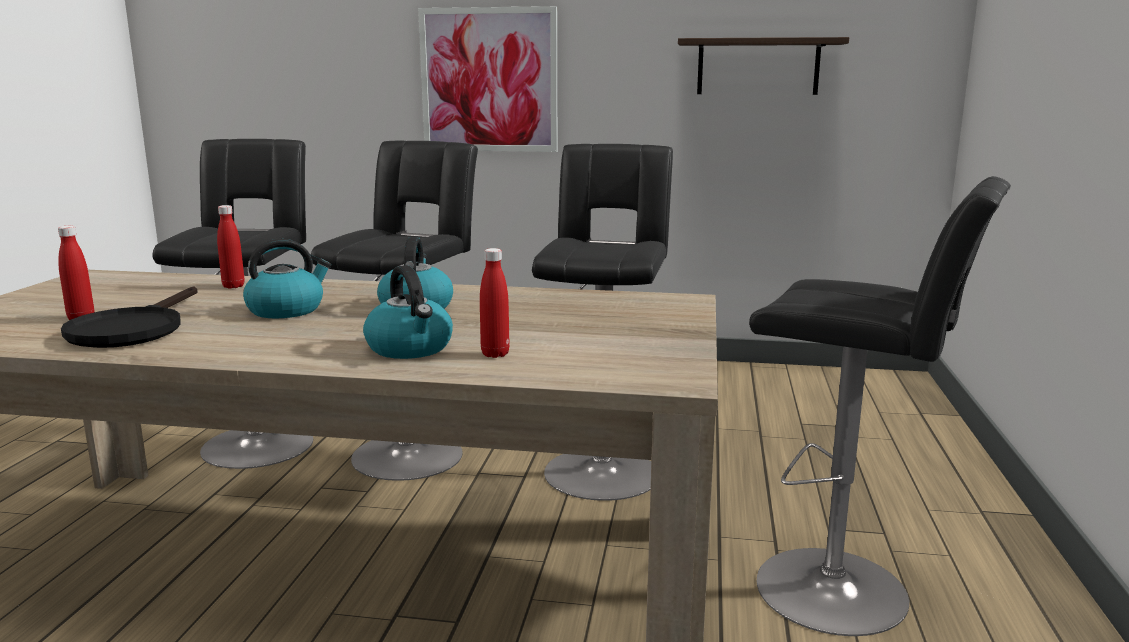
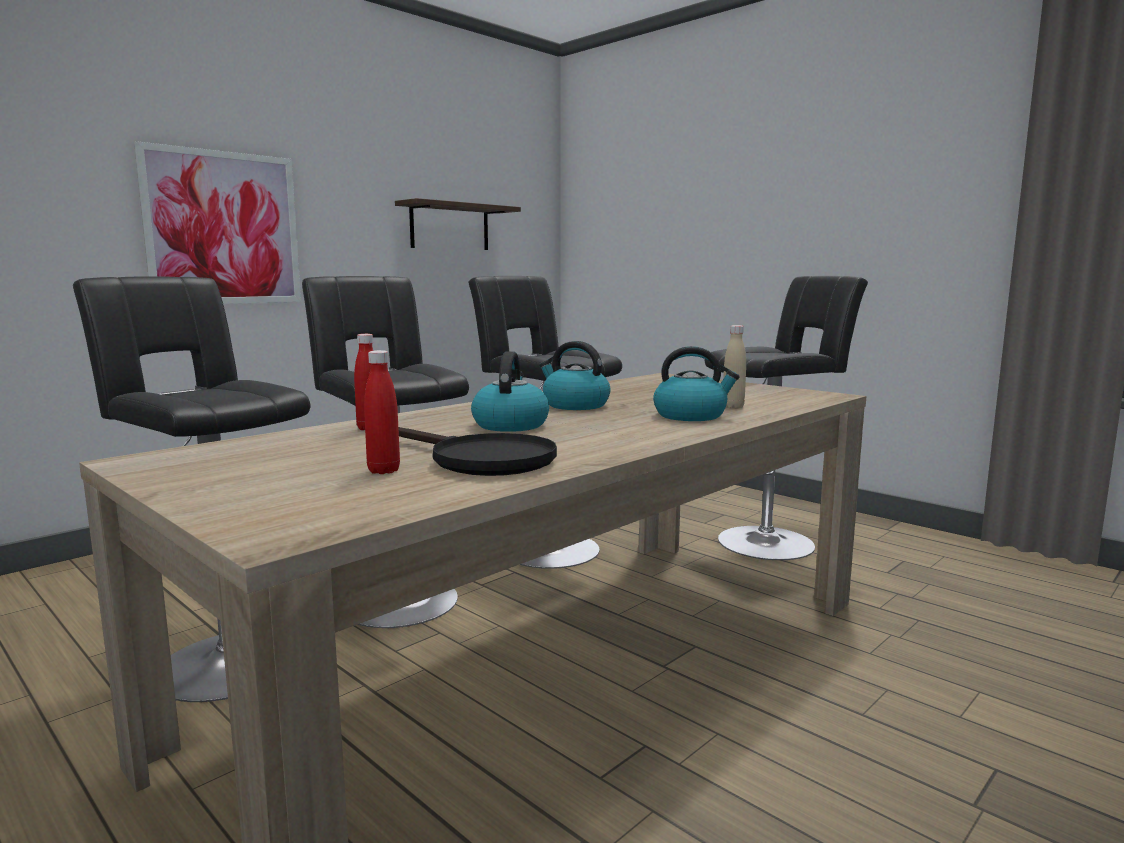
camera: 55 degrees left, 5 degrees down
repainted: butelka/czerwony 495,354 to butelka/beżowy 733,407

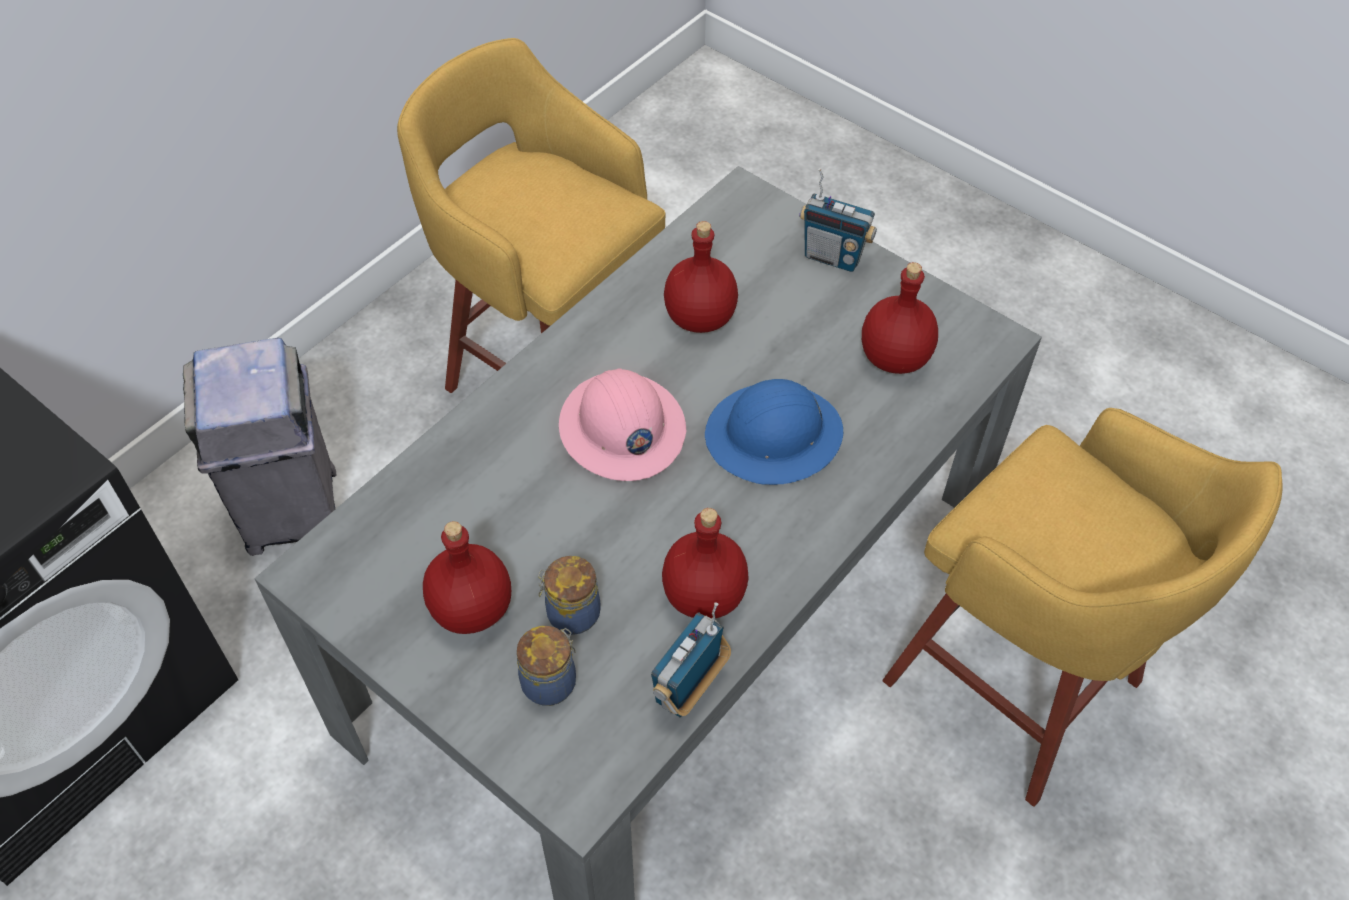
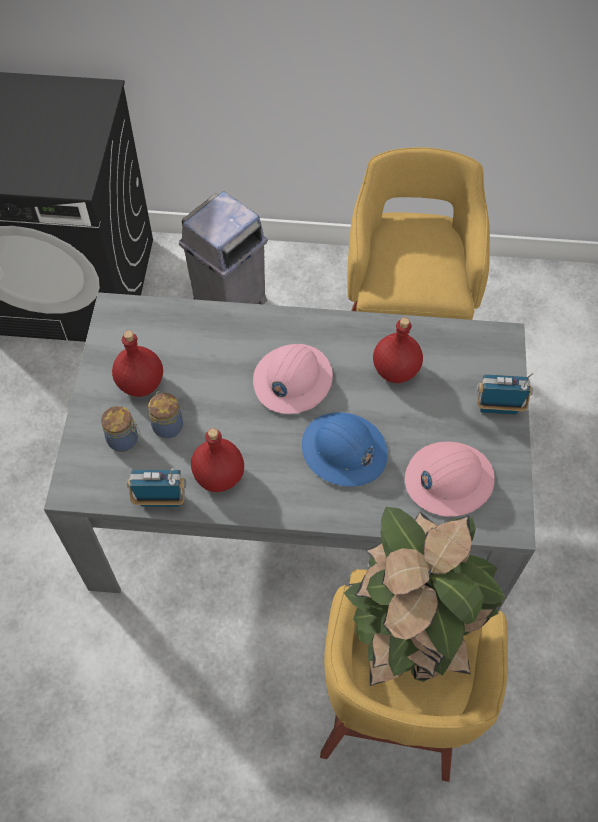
camera: 55 degrees right, 5 degrees up
new: roślina doniczkowa 409,632
swapped: butelka/czerwony 894,358 to kask/różowy 448,479
rotated: radio 833,256 = 497,408 105 degrees clockwise

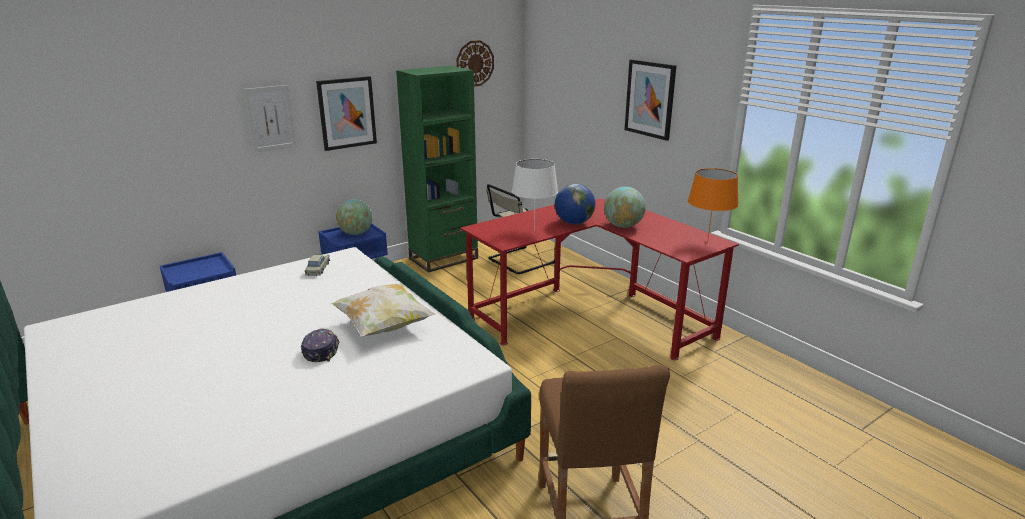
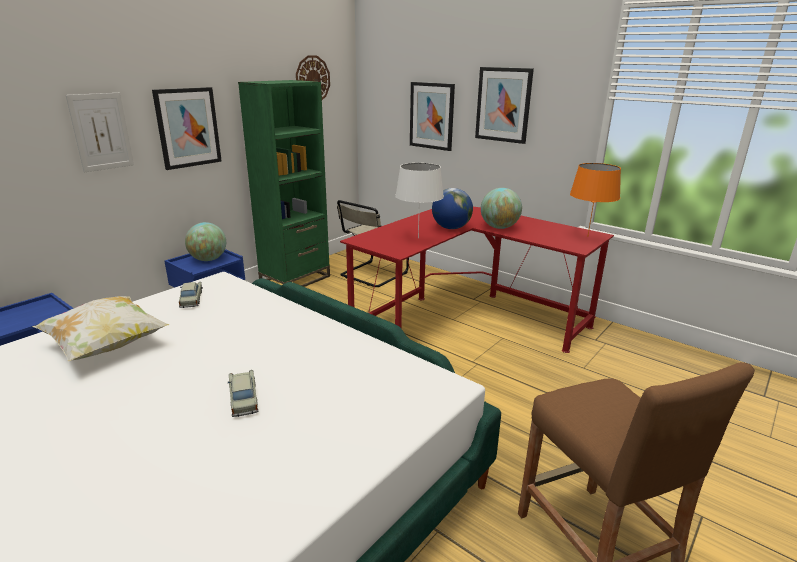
camera: 15 degrees left, 0 degrees up
new: obraz 432,116
shifted: poduszka 384,326 to 107,346
swapped: czapka z daszkiem 321,351 to samochodzik/beżowy 243,399

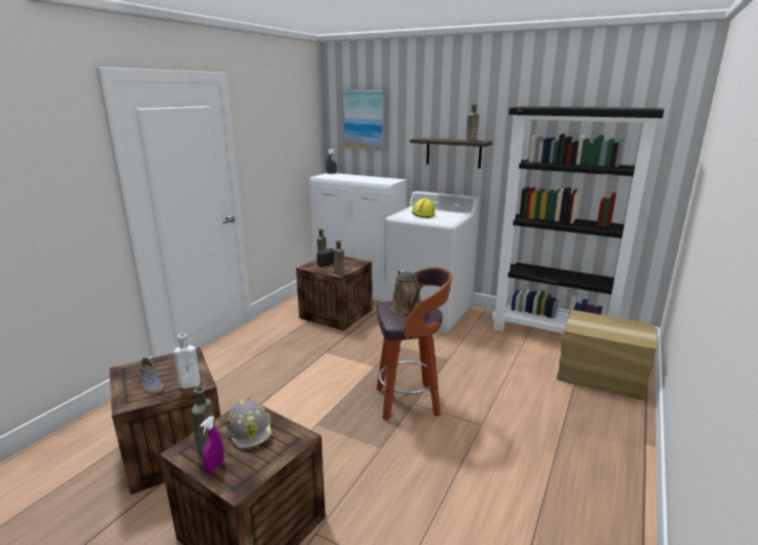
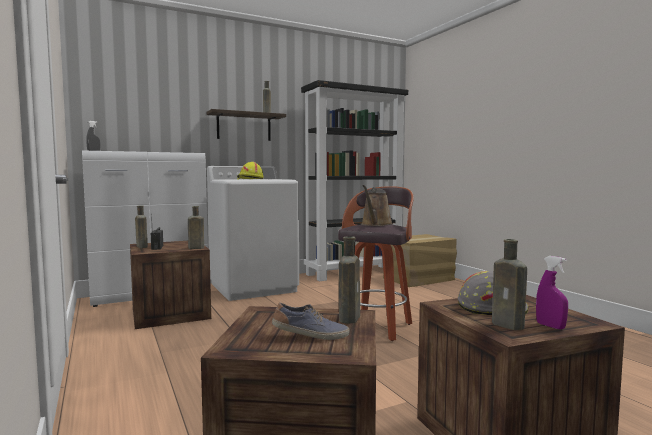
camera: 55 degrees left, 15 degrees down
gone: obraz 364,120
repainted: butelka/biały 191,384 to butelka/brązowy 349,318
rotated: konewka/brązowy 407,309 = 375,224 90 degrees clockwise

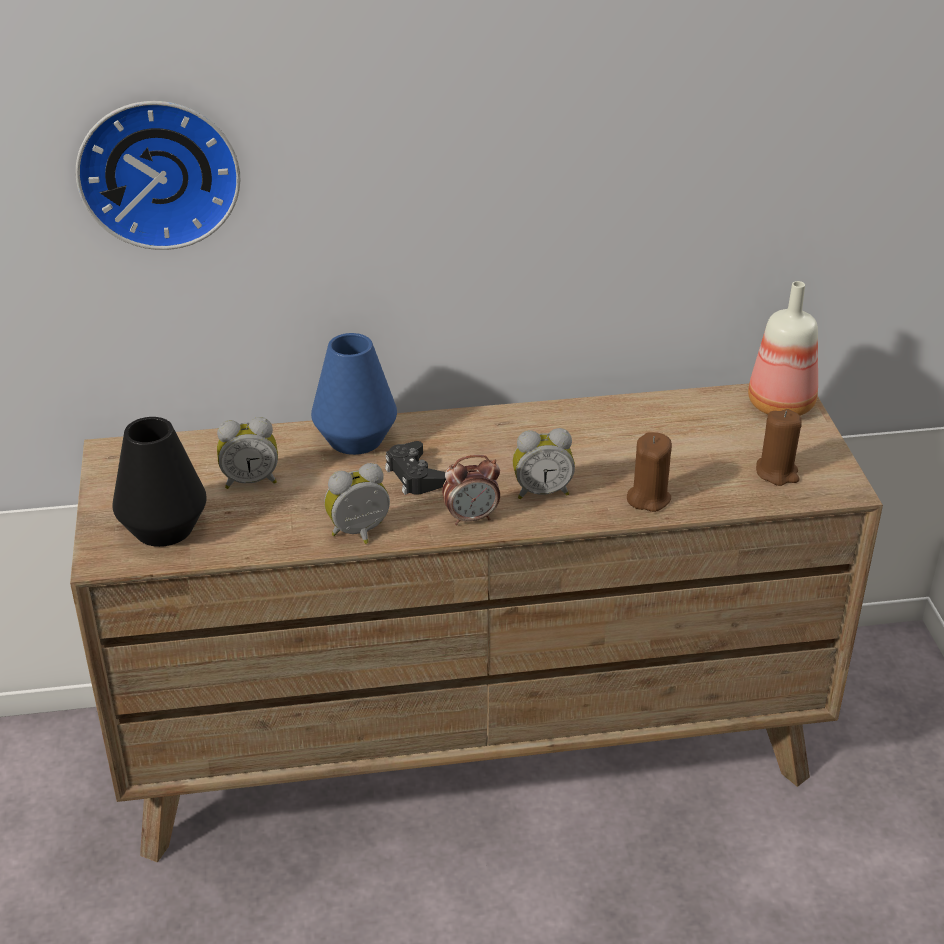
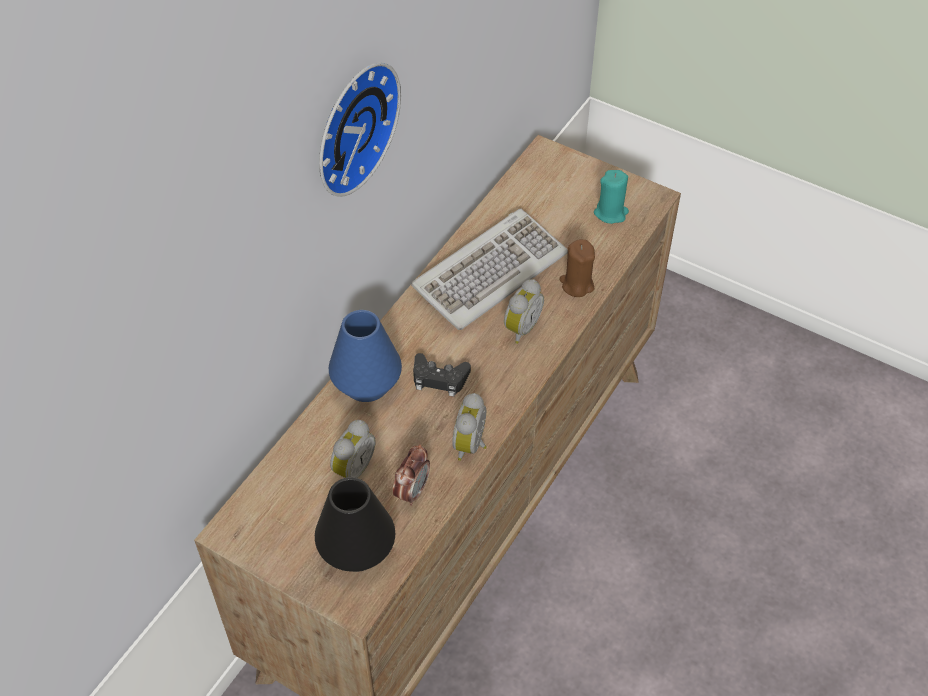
camera: 50 degrees left, 15 degrees up
gone: butelka 779,404
new: klawiatura 489,271
shifted: zegar ścienny 159,171 to 351,126; budzik 471,518 to 412,491
repainted: świeca/brązowy 777,472 to świeca/turkusowy 611,213

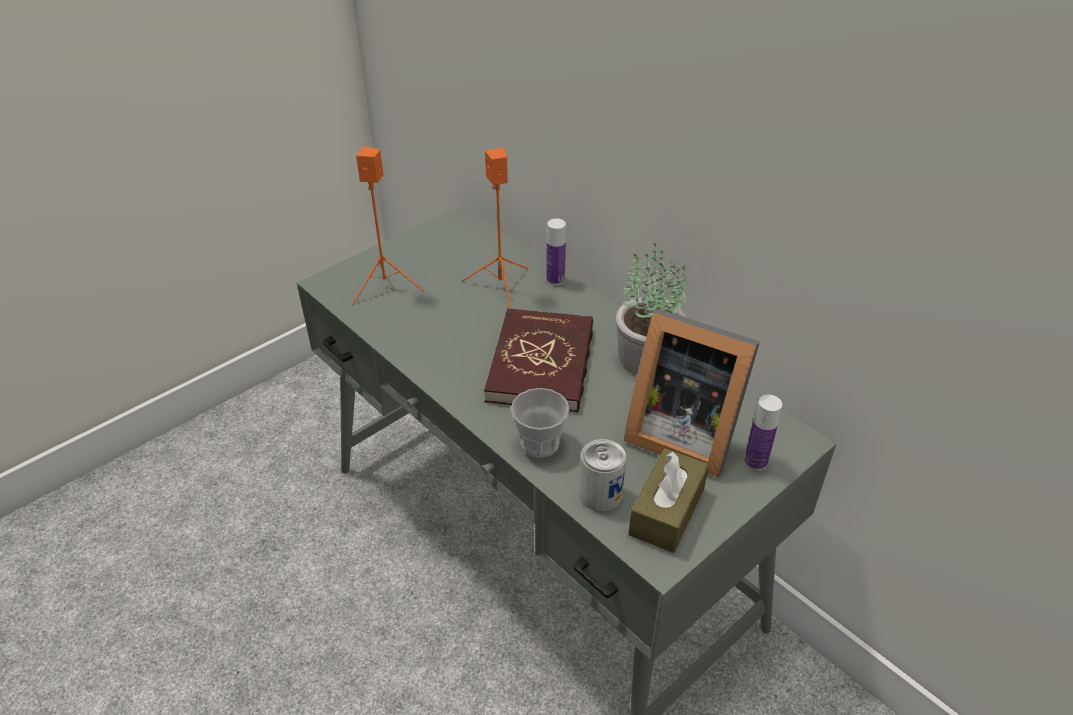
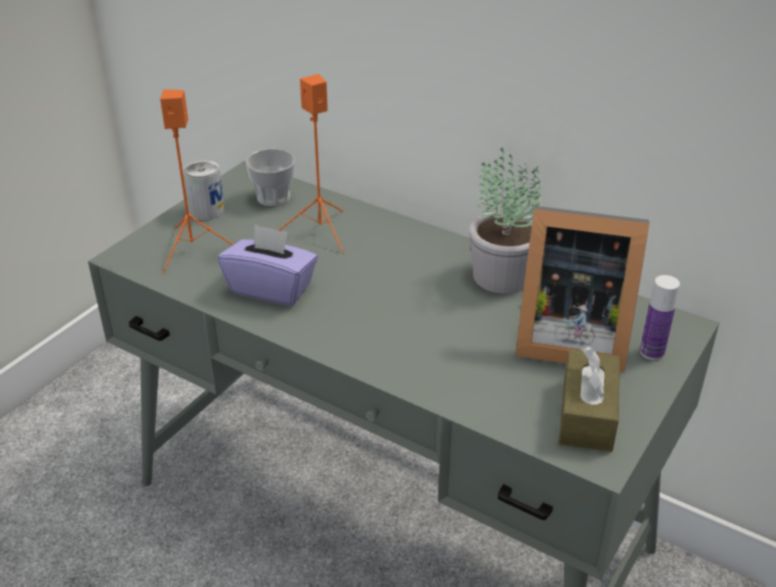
camera: 15 degrees left, 5 degrees down
gone: książka/czerwony 542,364; butelka 555,279
new: pudełko chusteczek/fioletowy 271,288
shifted: filiżanka 539,443 to 273,198; puszka 600,494 to 206,210

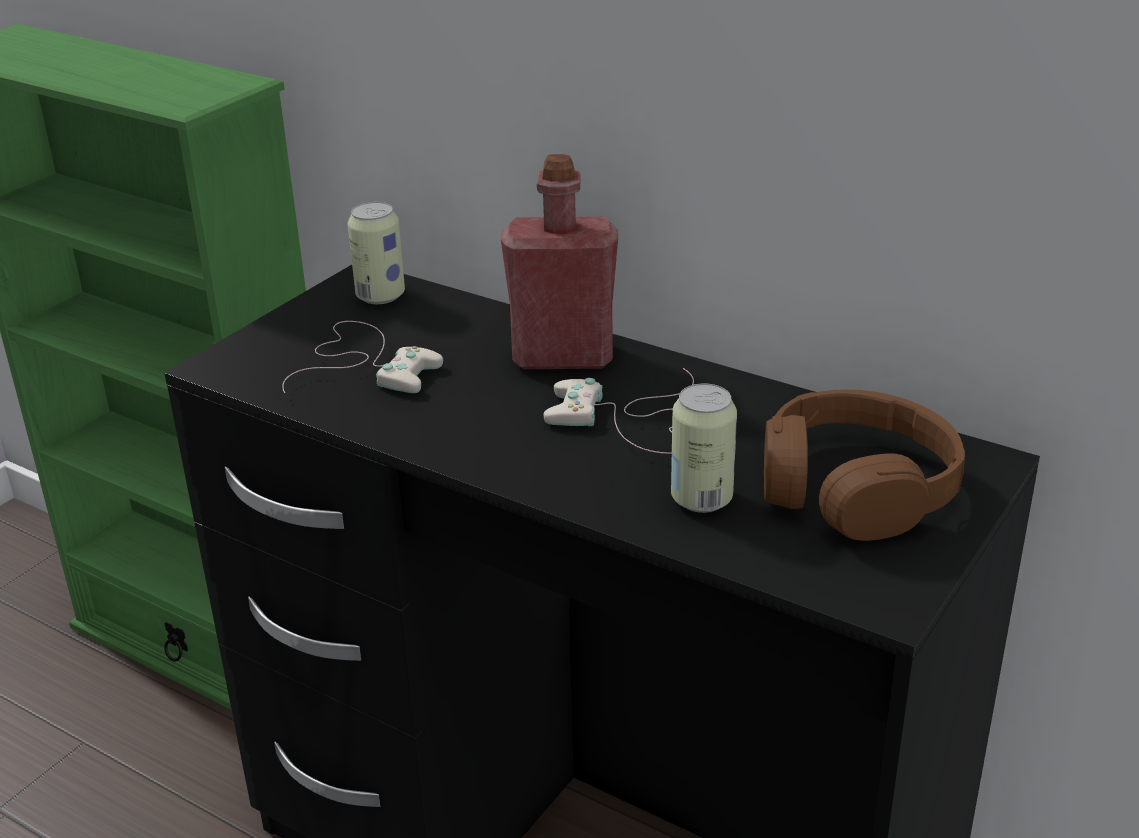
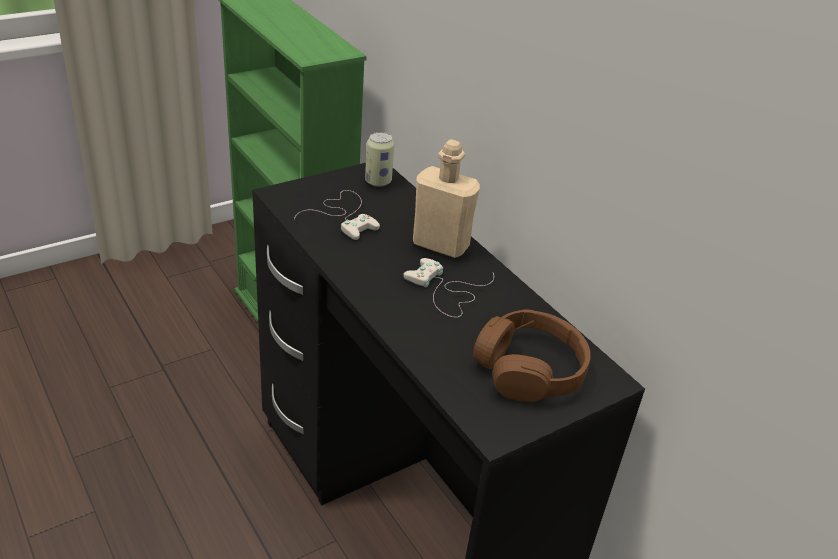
camera: 20 degrees right, 5 degrees up
gone: puszka 701,499
repainted: butelka/czerwony 563,357 to butelka/beżowy 440,245

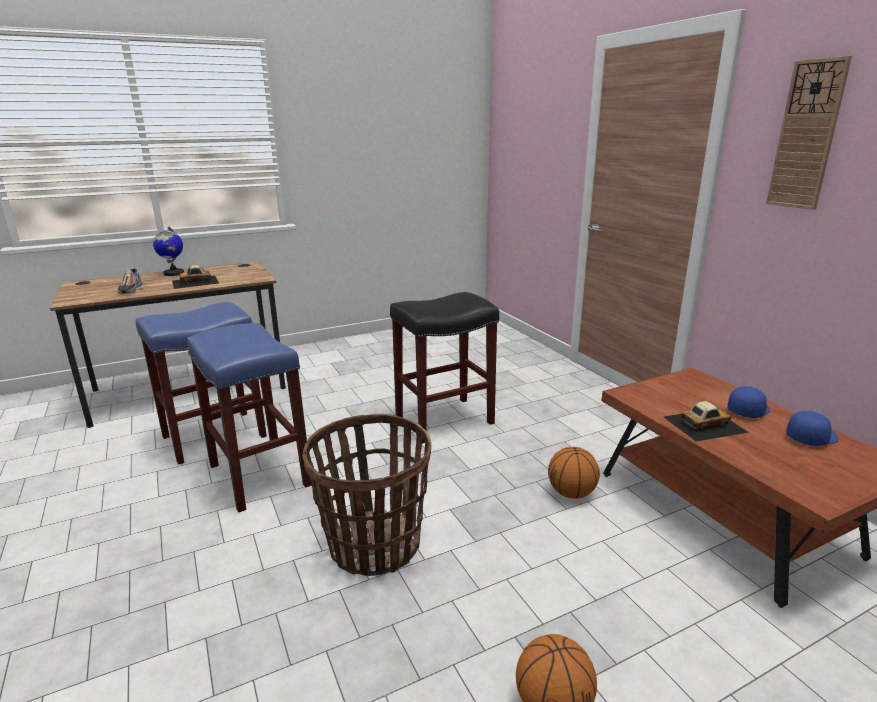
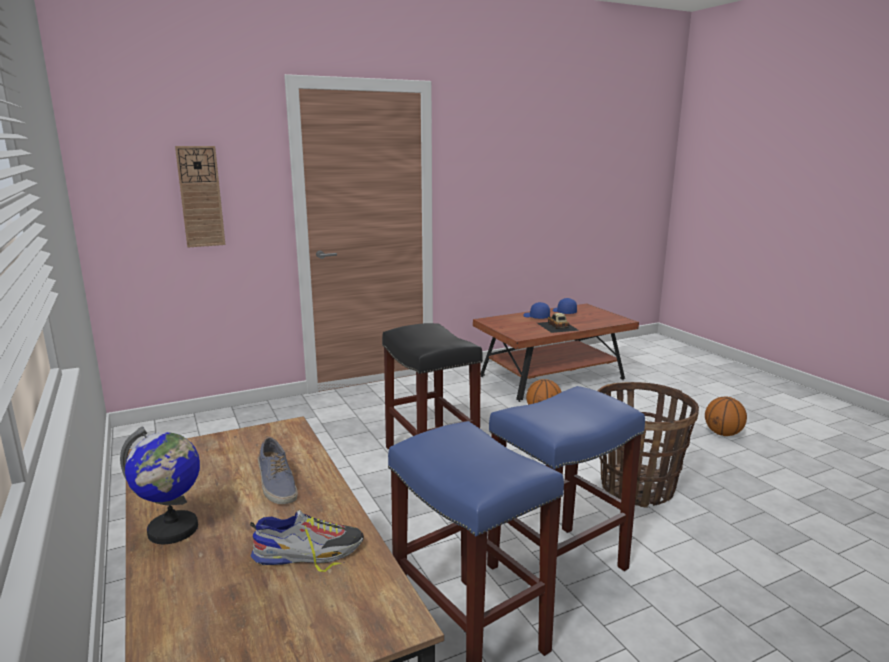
camera: 90 degrees left, 5 degrees down
shifted: zegar ścienny 806,135 to 200,197
swapped: samochodzik 195,282 to but 276,484

